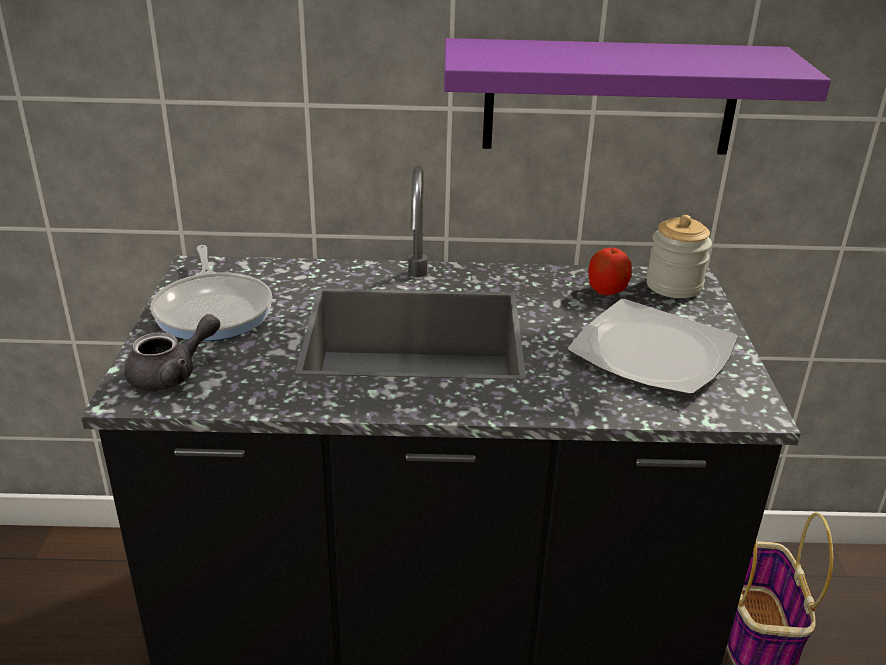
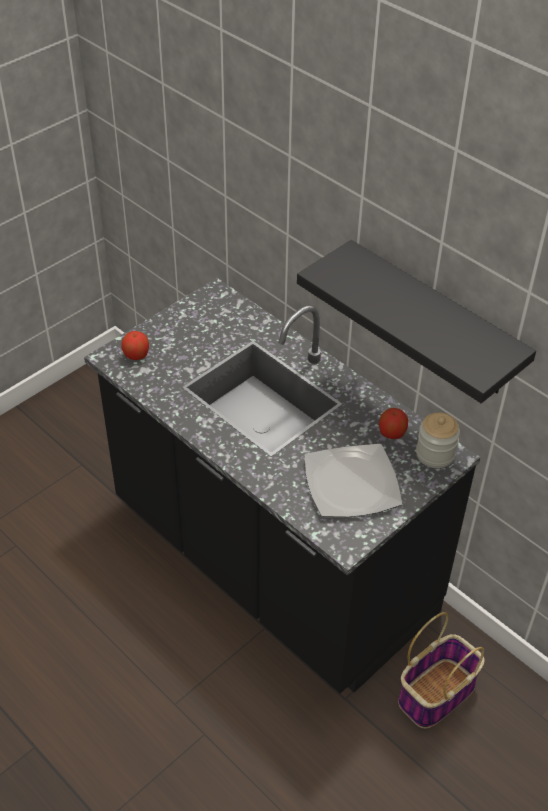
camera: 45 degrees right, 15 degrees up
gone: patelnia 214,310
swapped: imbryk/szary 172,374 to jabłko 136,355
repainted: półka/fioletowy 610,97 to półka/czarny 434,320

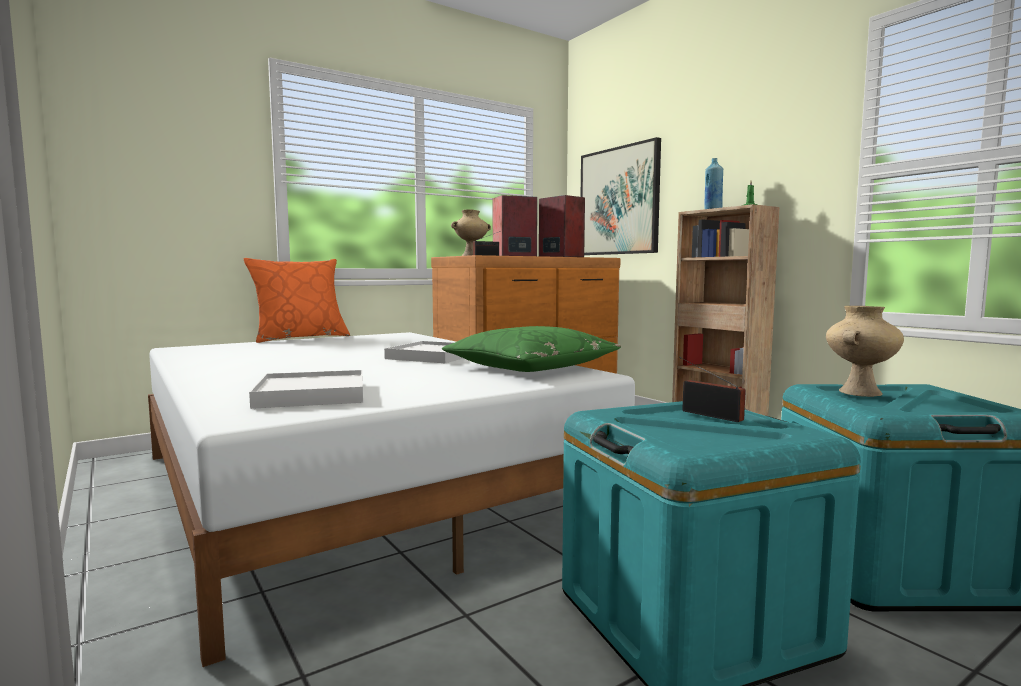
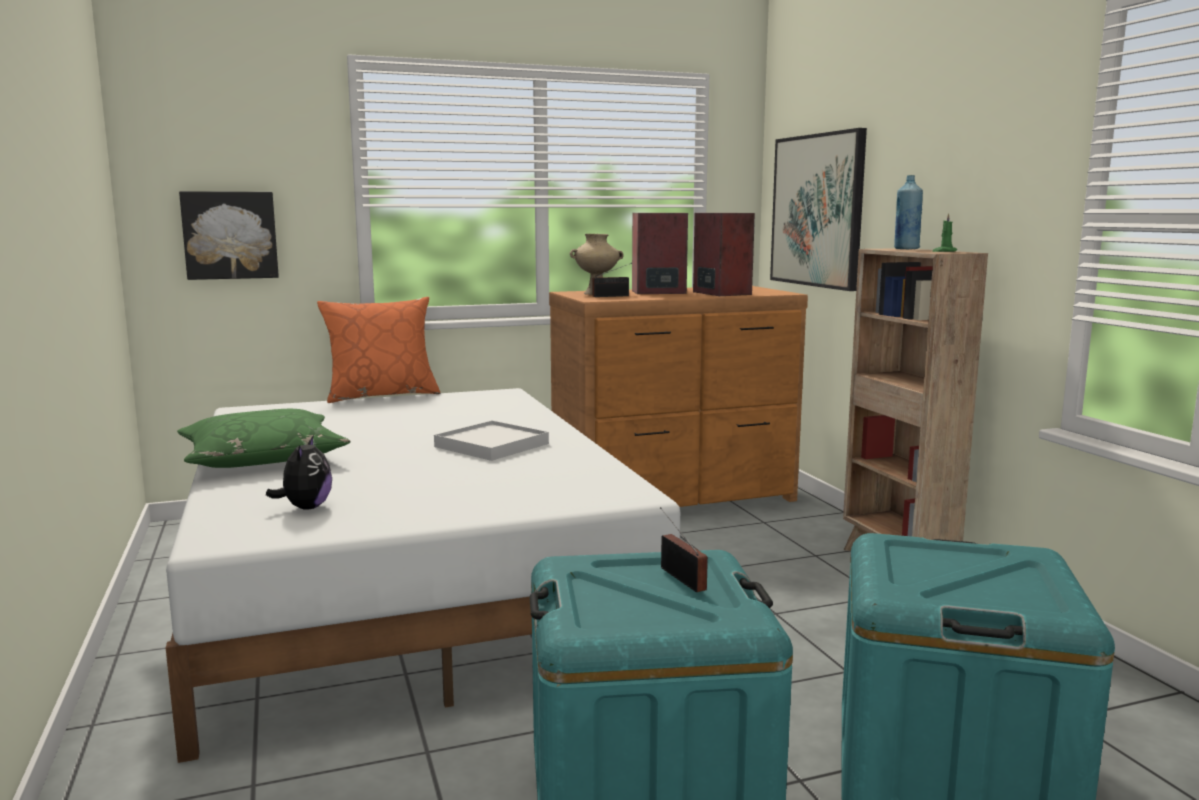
camera: 15 degrees right, 5 degrees up
gone: wazon/beżowy 859,392
new: obraz 230,235
shifted: poduszka/zielony 531,367 to 263,457
swapped: taca/biały 311,395 to pluszak 305,508

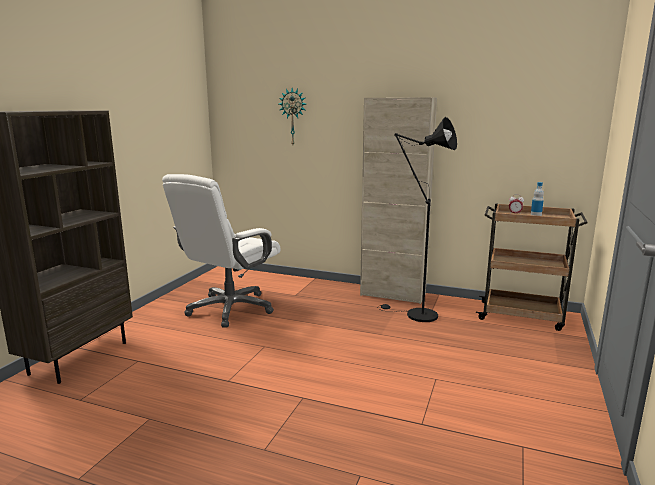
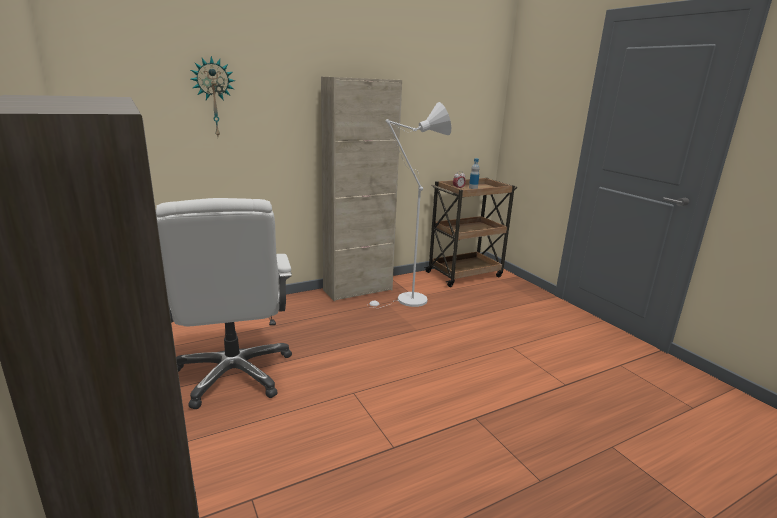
camera: 50 degrees left, 5 degrees up
repainted: lampa stojąca/czarny 416,315 to lampa stojąca/biały 407,301

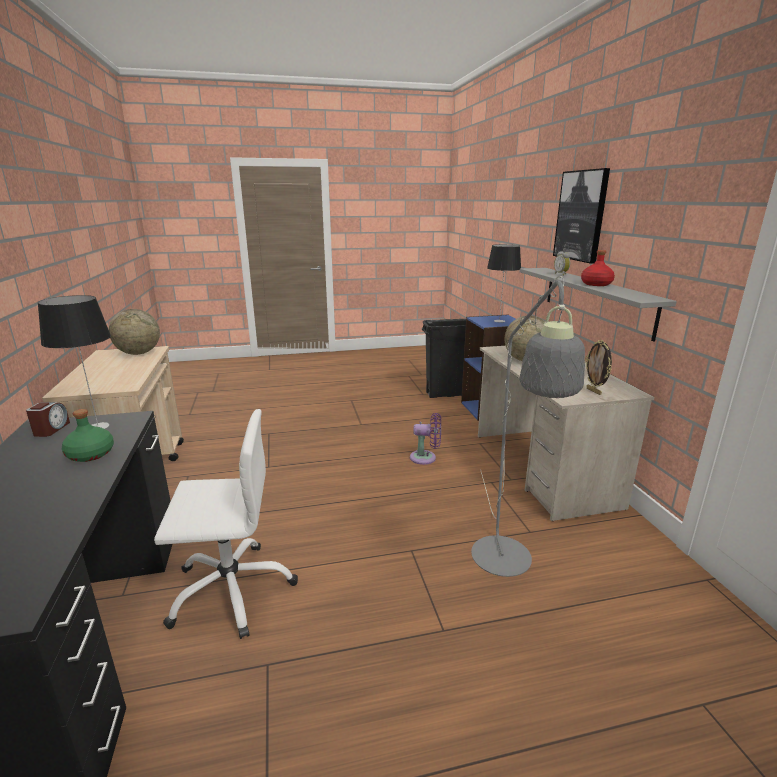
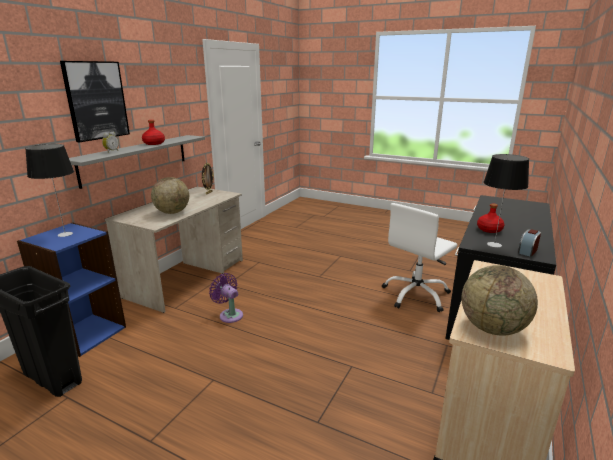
camera: 140 degrees left, 0 degrees up
gone: lampa stojąca/szary 504,566
repainted: butelka/zielony 90,454 to butelka/czerwony 489,229
rotated: krzesło biurowe/biały 232,589 = 416,295 75 degrees counterclockwise

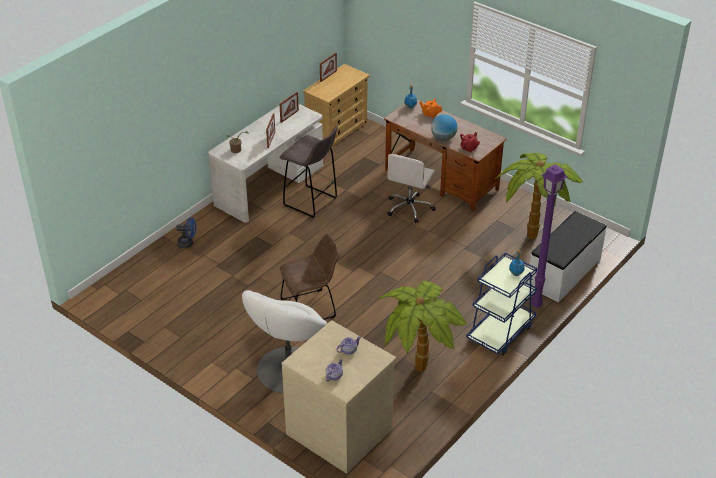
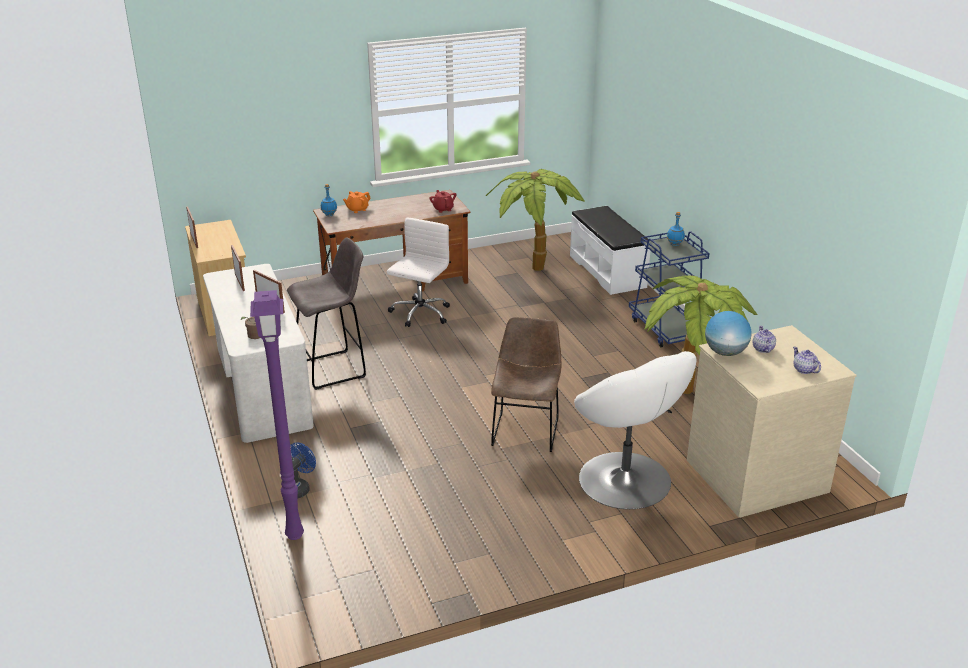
camera: 60 degrees left, 10 degrees down
shifted: globus 443,138 to 725,352; lampa stojąca/fioletowy 535,304 to 293,536
rotated: krzesło biurowe/biały 410,208 = 419,314 120 degrees counterclockwise

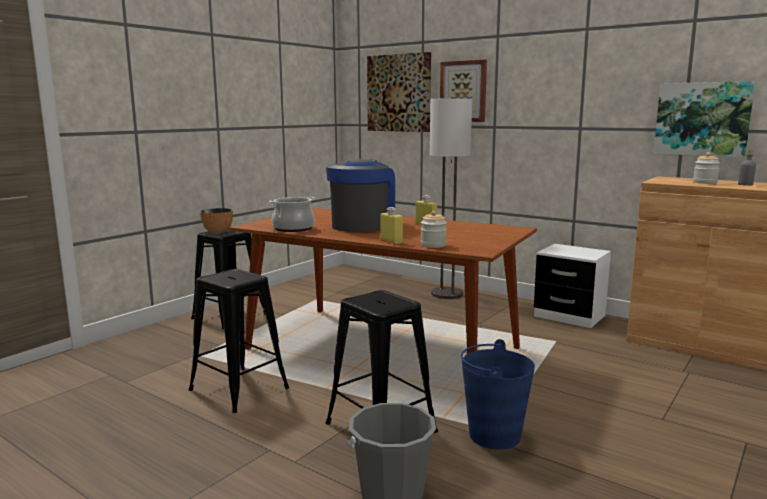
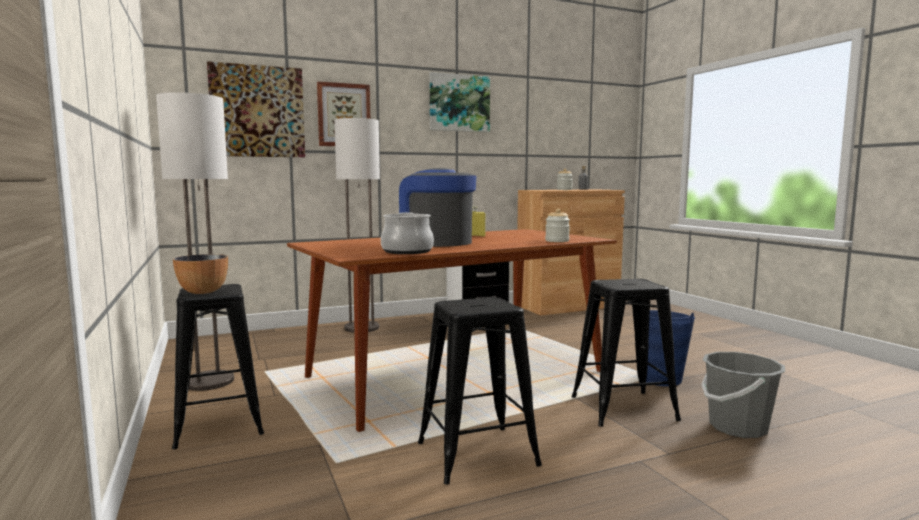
camera: 60 degrees left, 5 degrees down
gone: butelka/żółty 391,241
new: lampa stojąca 209,382
shifted: obraz 702,119 to 459,103

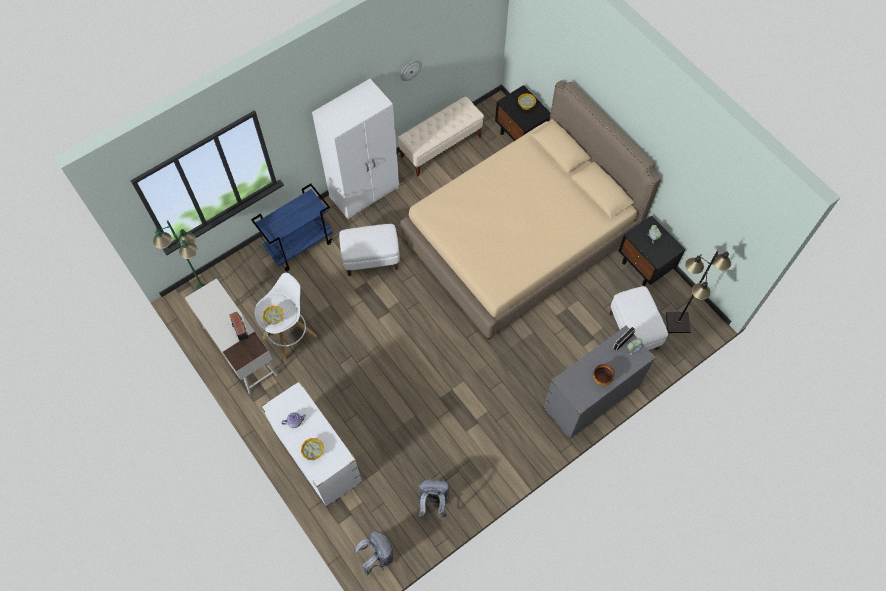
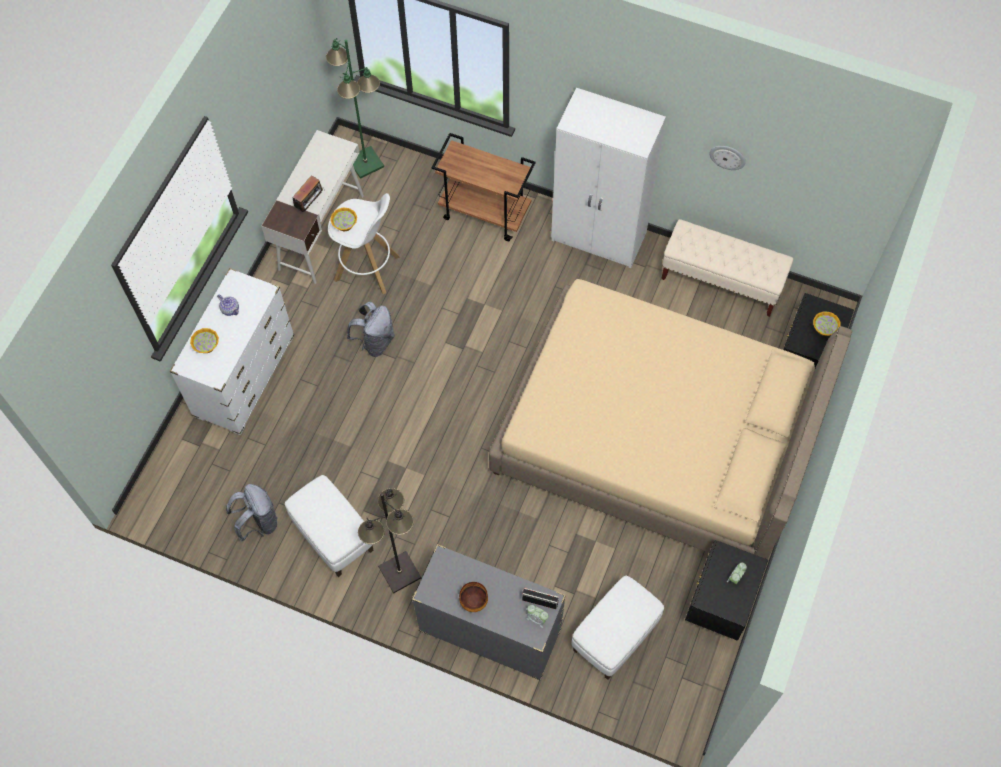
camera: 60 degrees right, 0 degrees up
shifted: pufa/biały 371,260 to 333,536; plecak/szary 377,555 to 375,342; lampa stojąca/czarny 678,323 to 399,573
repainted: wózek/niebieski 300,245 to wózek/brązowy 485,213

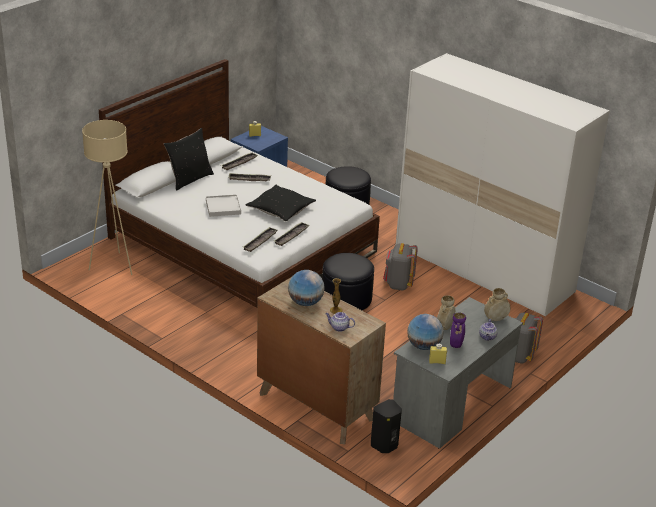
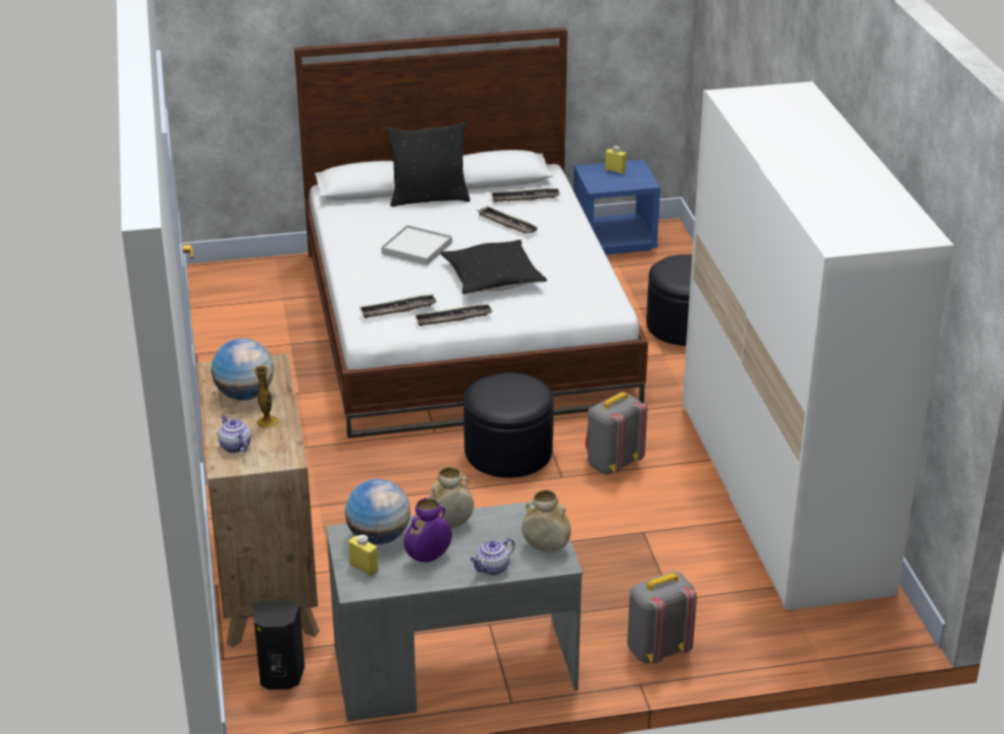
camera: 40 degrees right, 0 degrees up
gone: lampa stojąca/beżowy 113,266

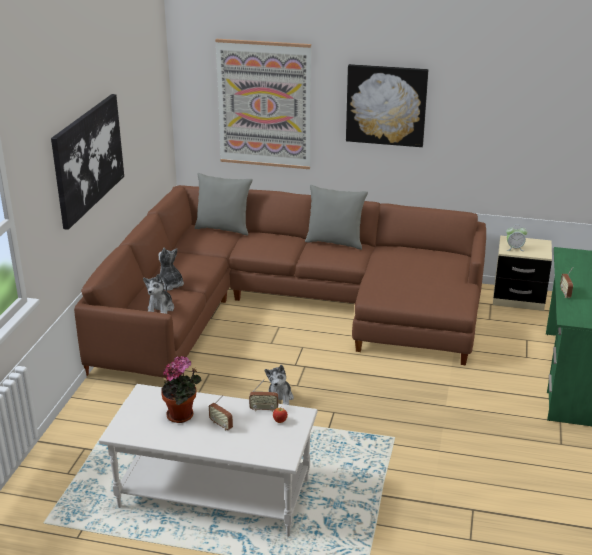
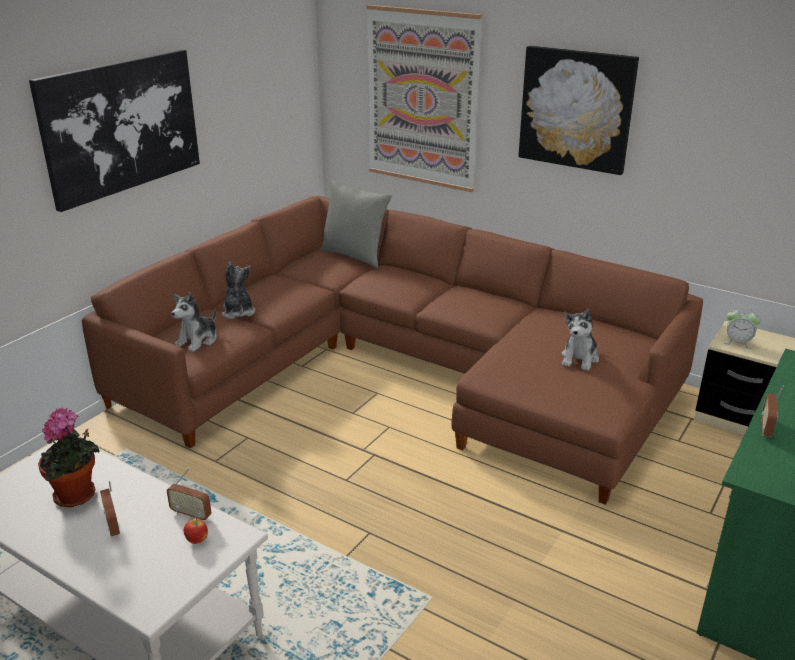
camera: 20 degrees right, 0 degrees up
gone: poduszka/szary 335,242
shifted: pluszak 279,398 to 579,358

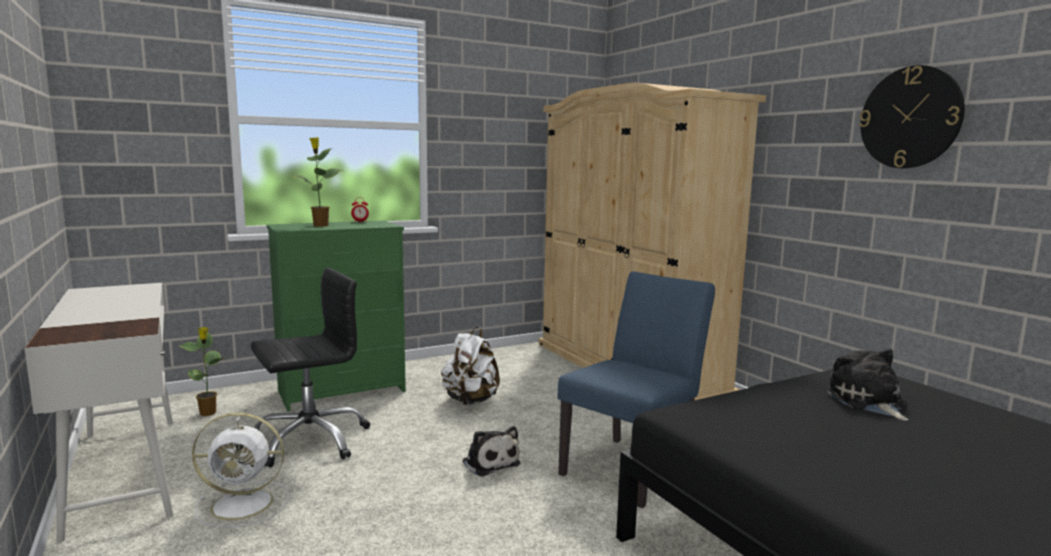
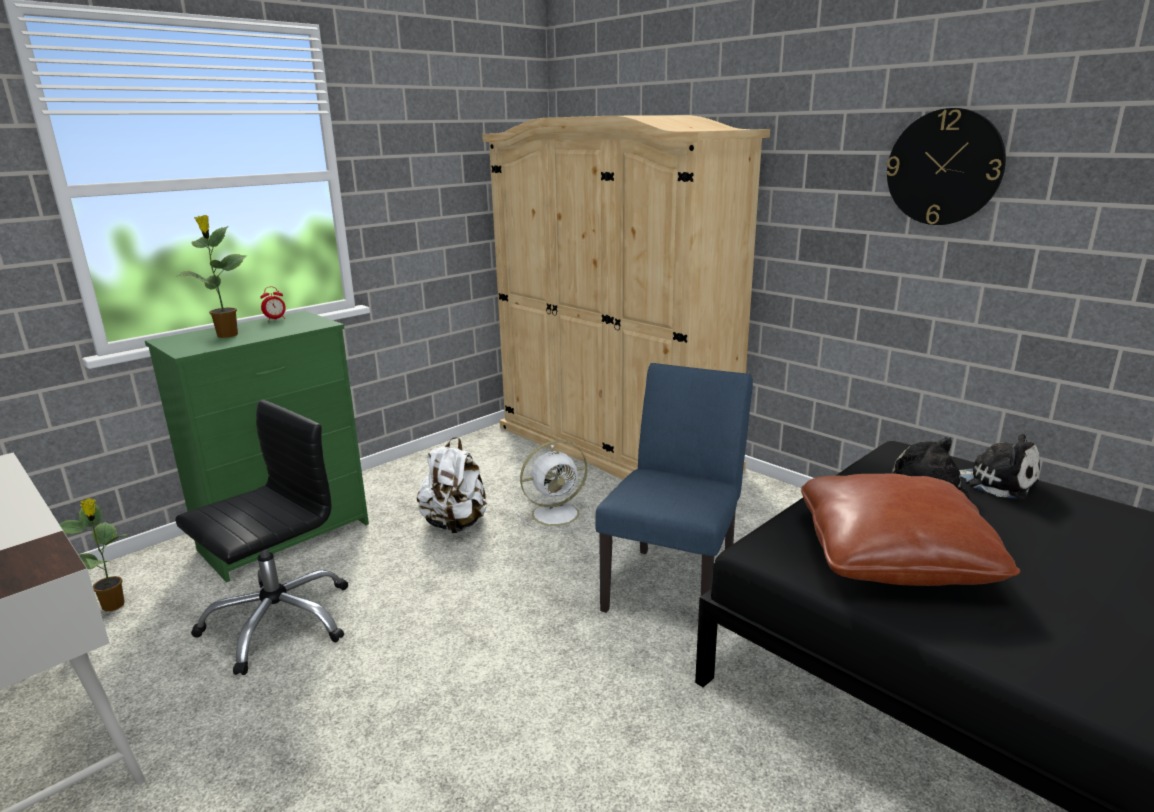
camera: 15 degrees left, 10 degrees up
new: poduszka/brązowy 893,556
shifted: wentylator/biały 245,504 to 557,513; pluszak 489,462 to 996,482

